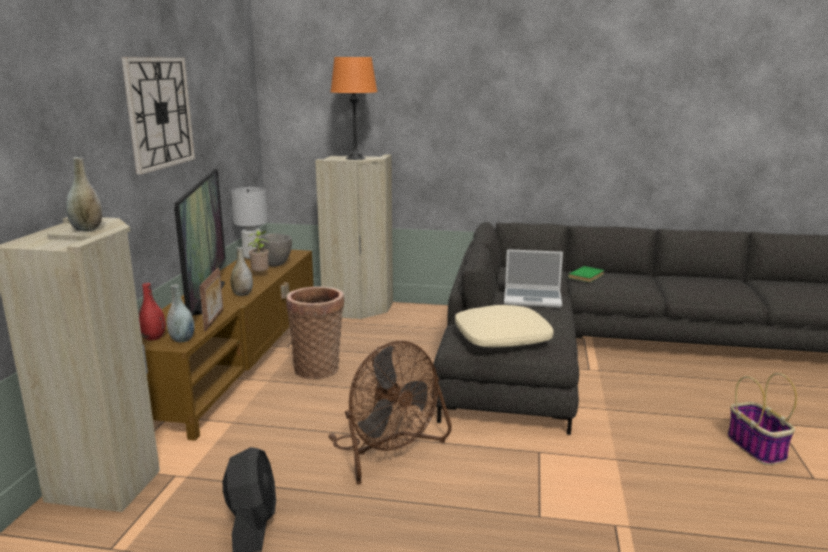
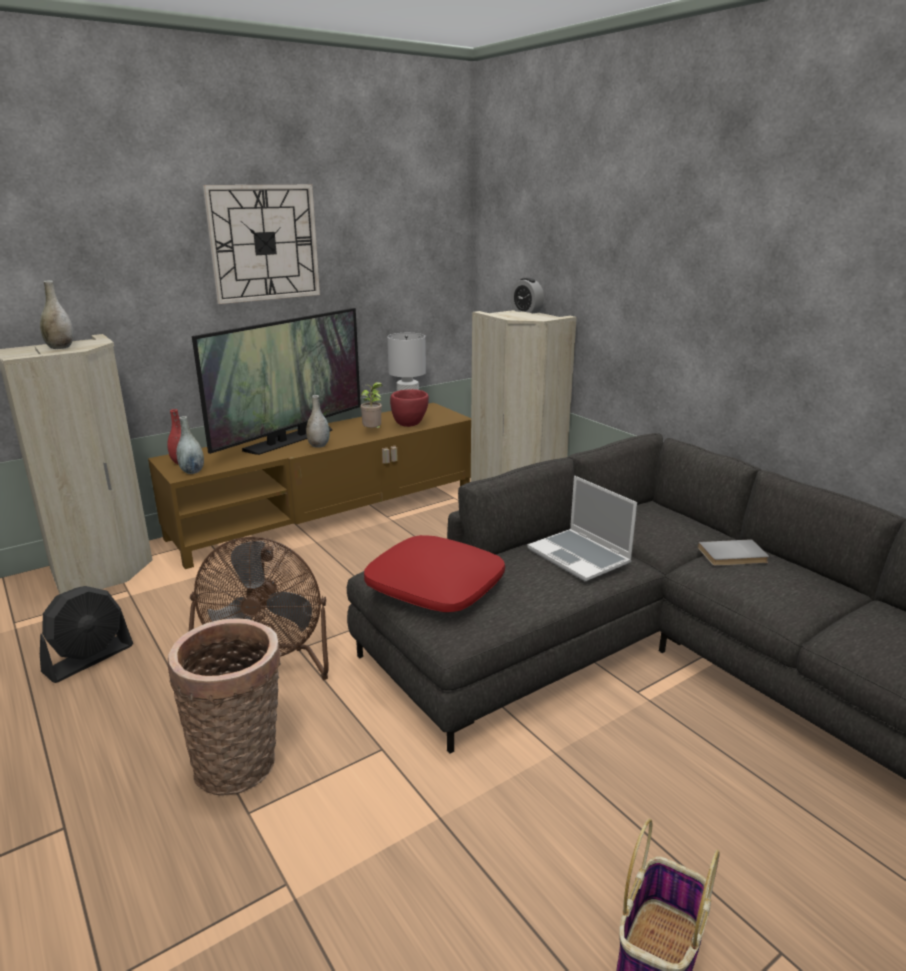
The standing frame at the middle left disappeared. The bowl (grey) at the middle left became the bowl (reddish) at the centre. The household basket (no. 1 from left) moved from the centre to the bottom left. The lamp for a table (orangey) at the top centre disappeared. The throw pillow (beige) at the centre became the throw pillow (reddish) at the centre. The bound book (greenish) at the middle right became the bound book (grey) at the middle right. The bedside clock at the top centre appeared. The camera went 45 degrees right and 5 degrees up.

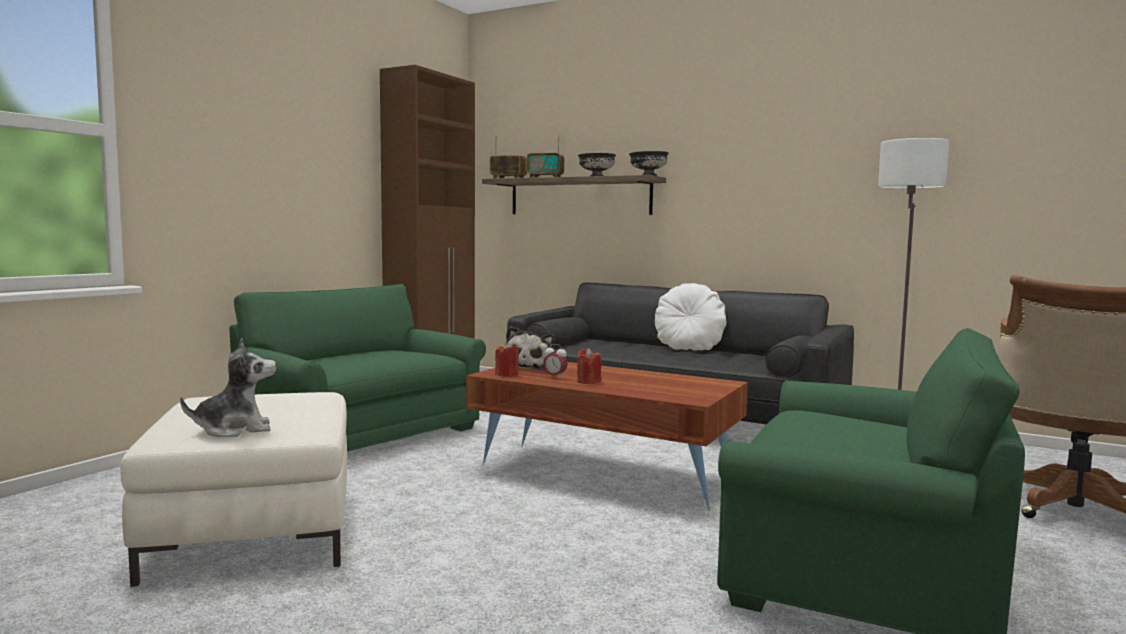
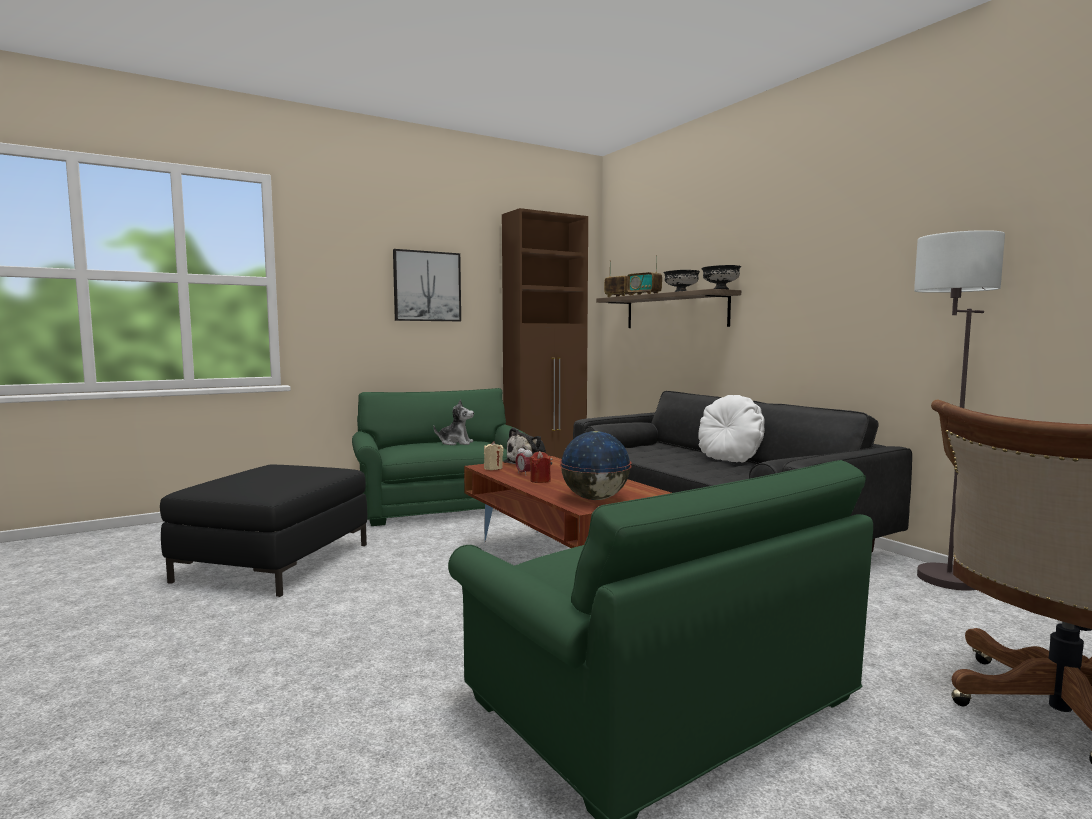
The footrest (white-coloured) at the bottom left became the footrest (blackish) at the middle left. The soft toy (no. 1 from left) moved from the middle left to the centre. The candle (reddish) (no. 1 from left) at the centre became the candle (beige) at the centre. The wall art at the centre appeared. The world globe at the centre appeared. The camera went 30 degrees right and 0 degrees up.

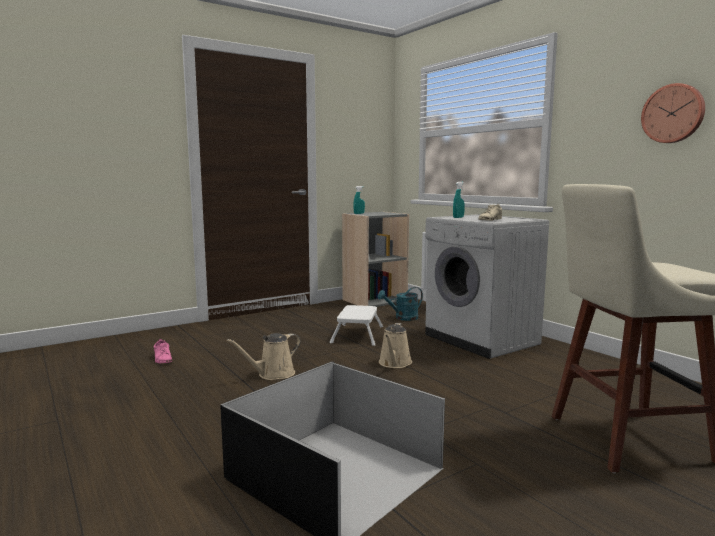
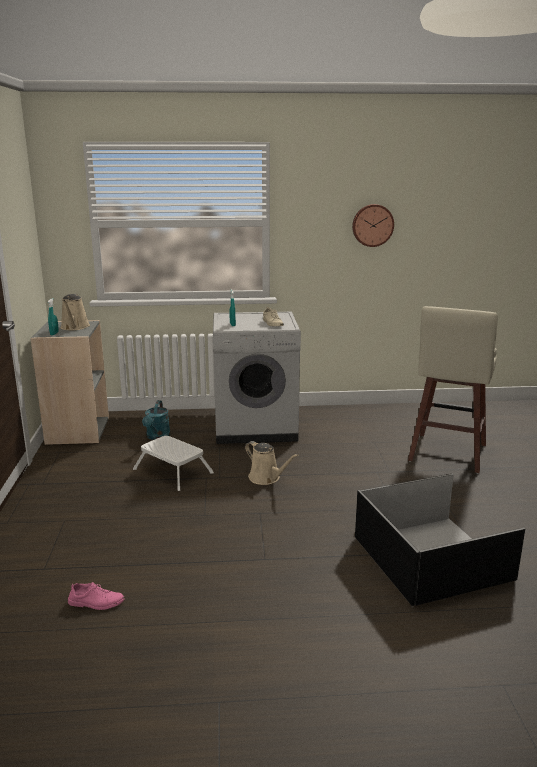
The watering pot (beige) (no. 1 from left) moved from the centre to the middle left. The camera went 60 degrees left and 10 degrees up.

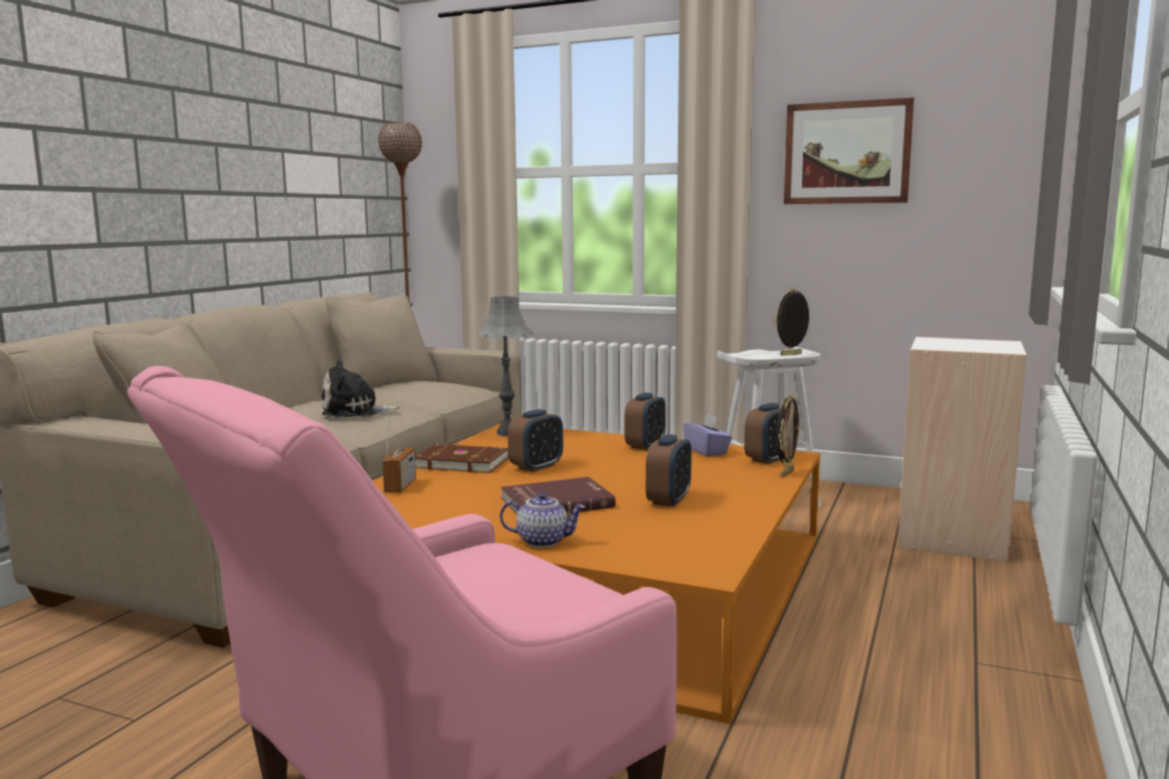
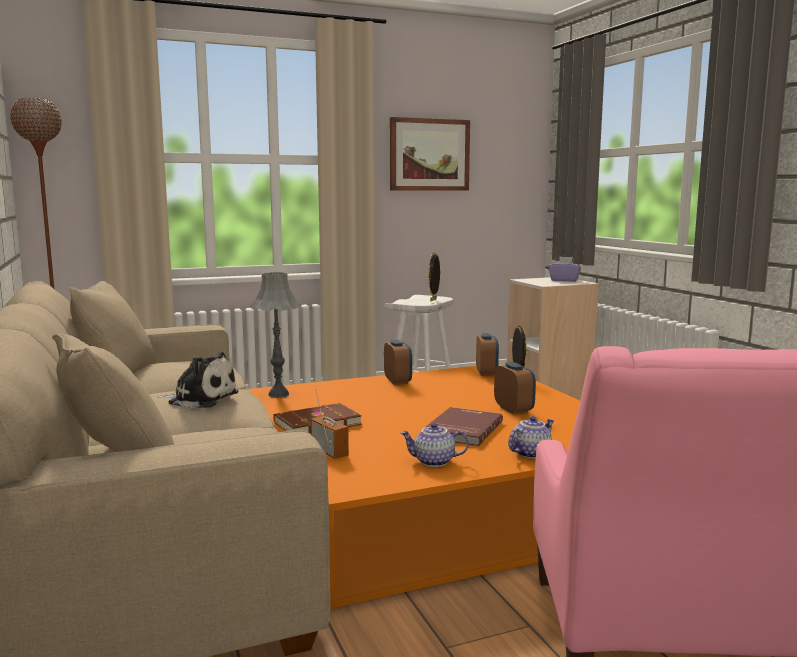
The soft toy at the middle left turned 105 degrees counterclockwise. The bedside clock (no. 1 from left) at the centre disappeared. The tissue box (purple-coloured) moved from the centre to the middle right. The tea pot (no. 1 from left) at the bottom centre appeared. The camera went 45 degrees left and 0 degrees up.

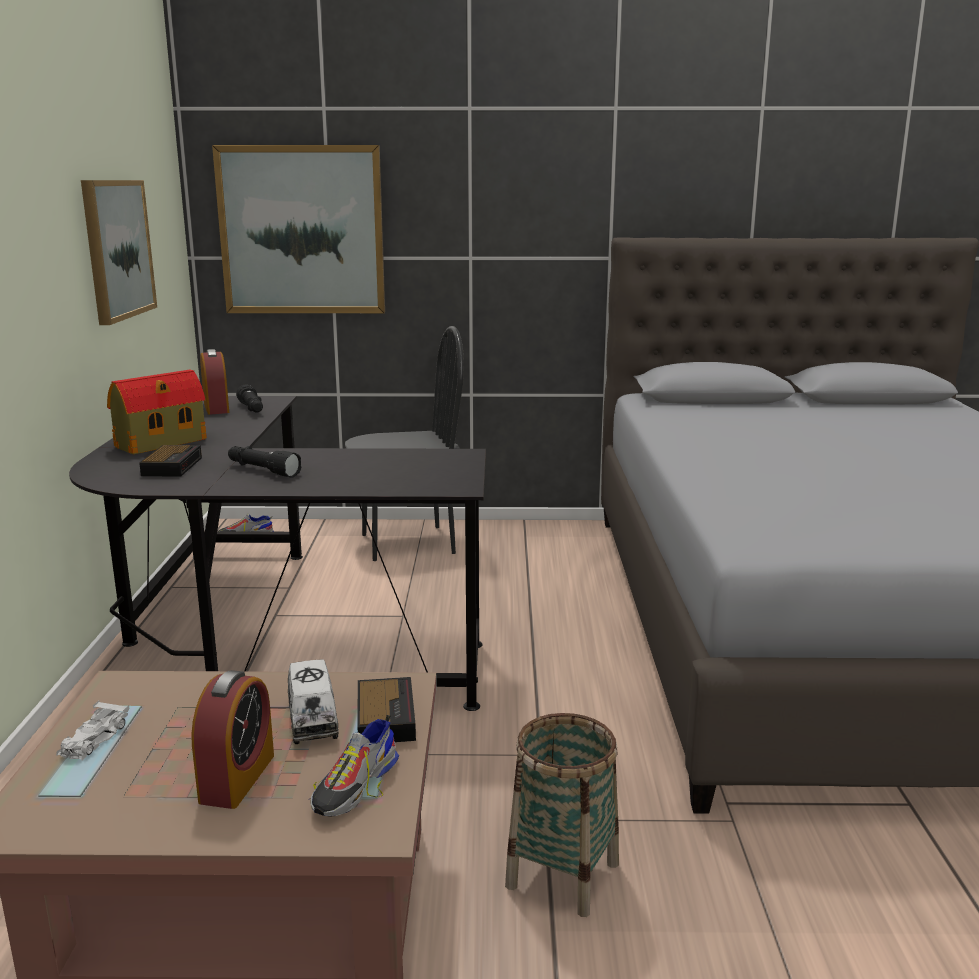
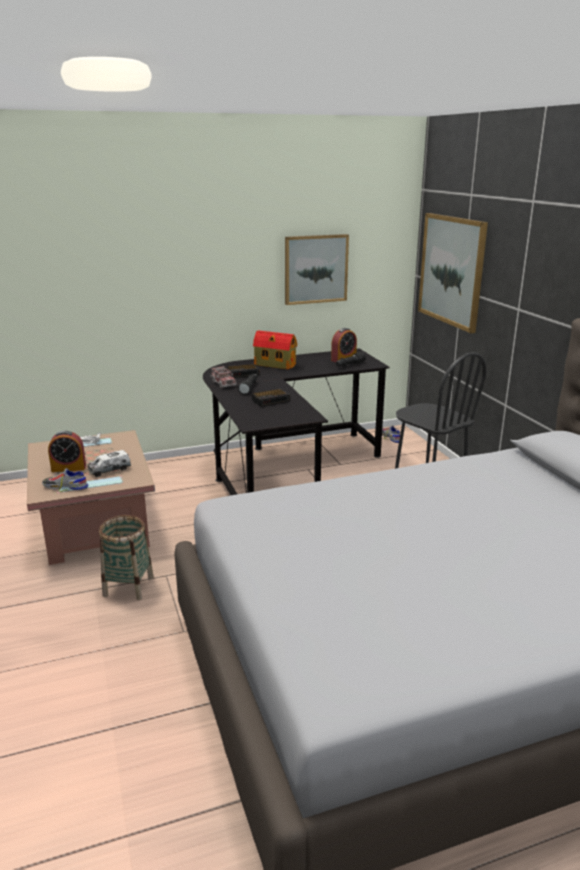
The bedside clock (no. 4 from left in the first image) moved from the bottom centre to the centre. The model truck (no. 2 from left) at the centre appeared. The camera went 70 degrees right and 5 degrees up.

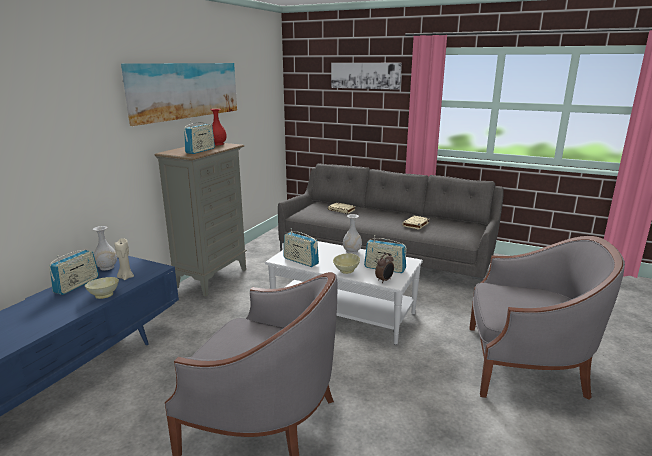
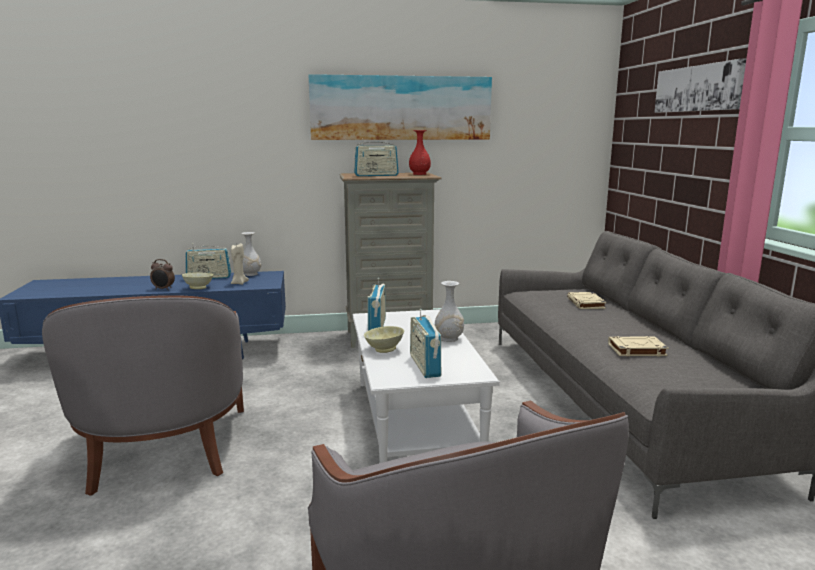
The bedside clock moved from the centre to the middle left. The camera went 55 degrees right and 5 degrees down.

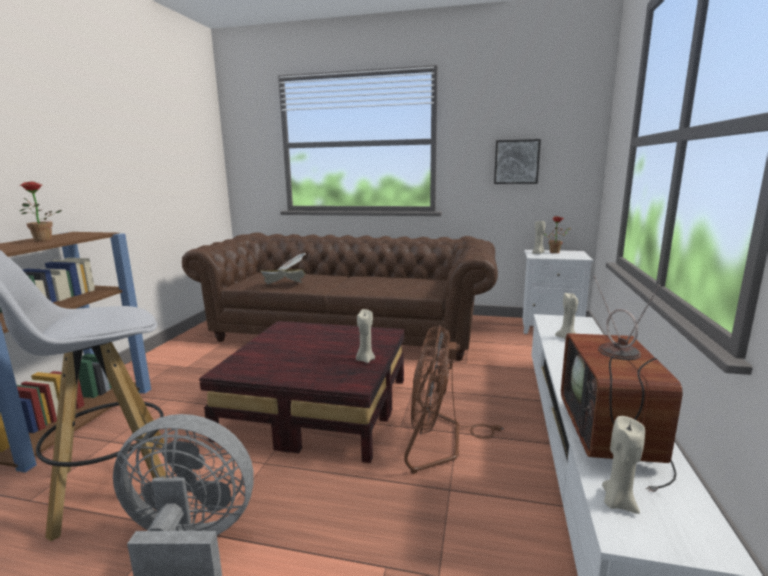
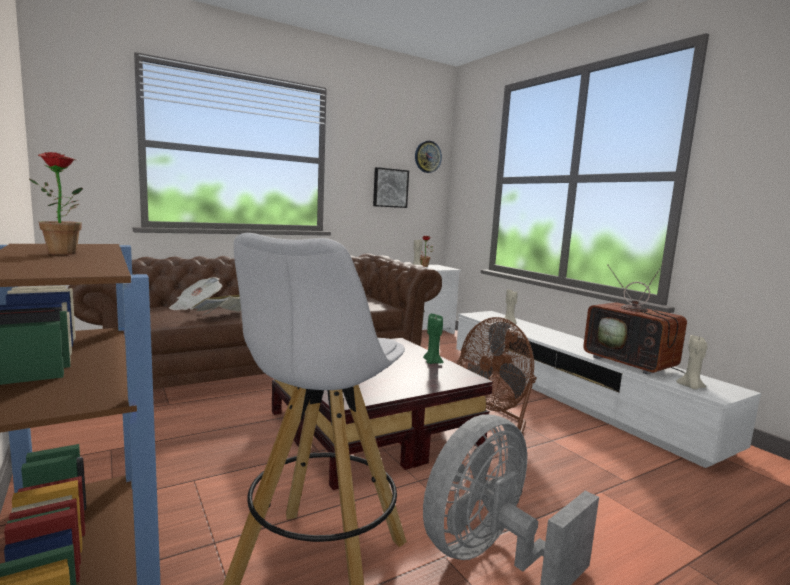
The candle (beige) (no. 1 from left) at the centre became the candle (greenish) at the centre. The hanging clock at the top centre appeared. The camera went 45 degrees left and 5 degrees down.

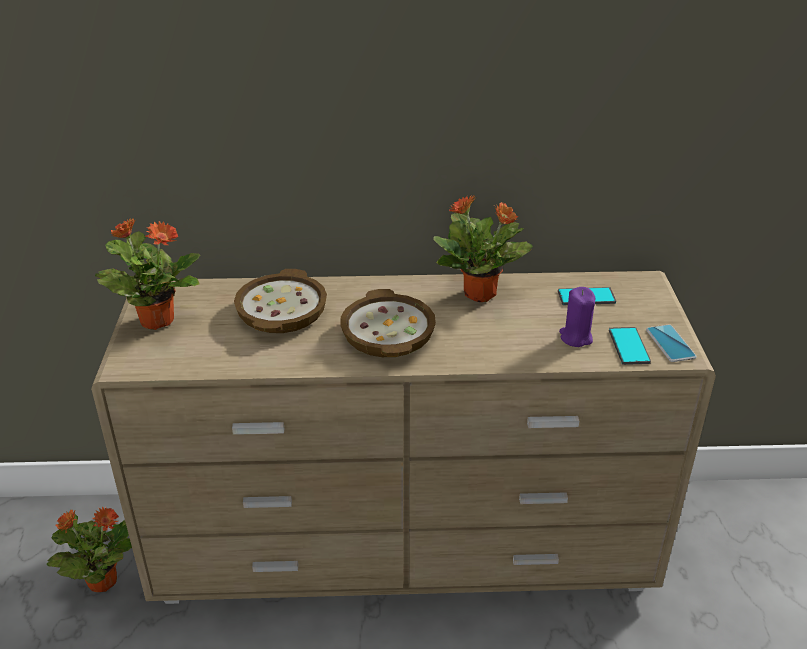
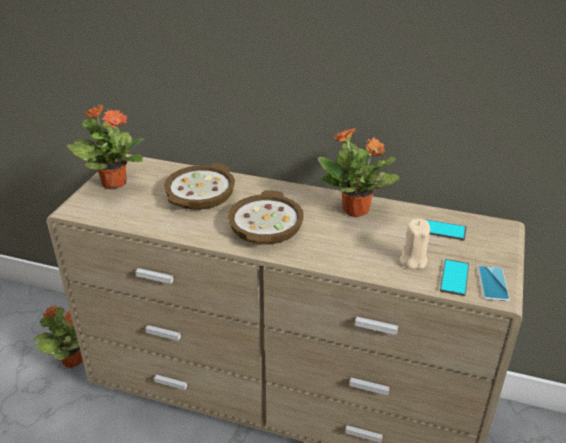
The candle (purple-coloured) at the middle right became the candle (beige) at the middle right. The camera went 20 degrees right and 0 degrees up.

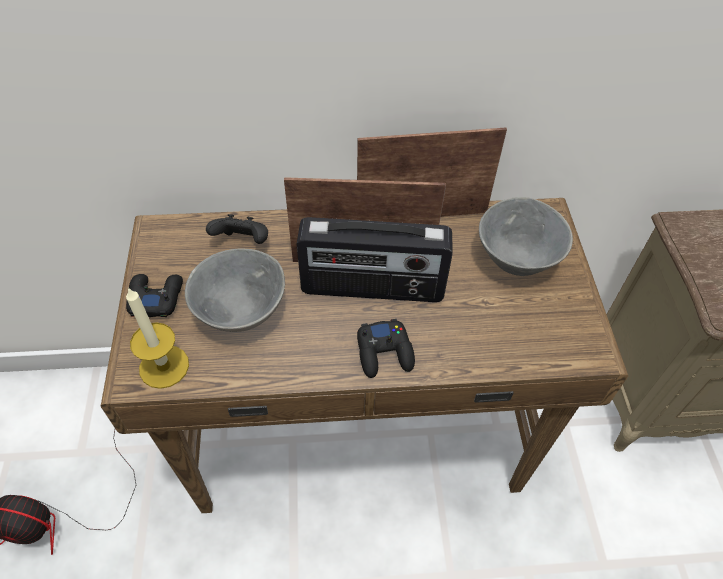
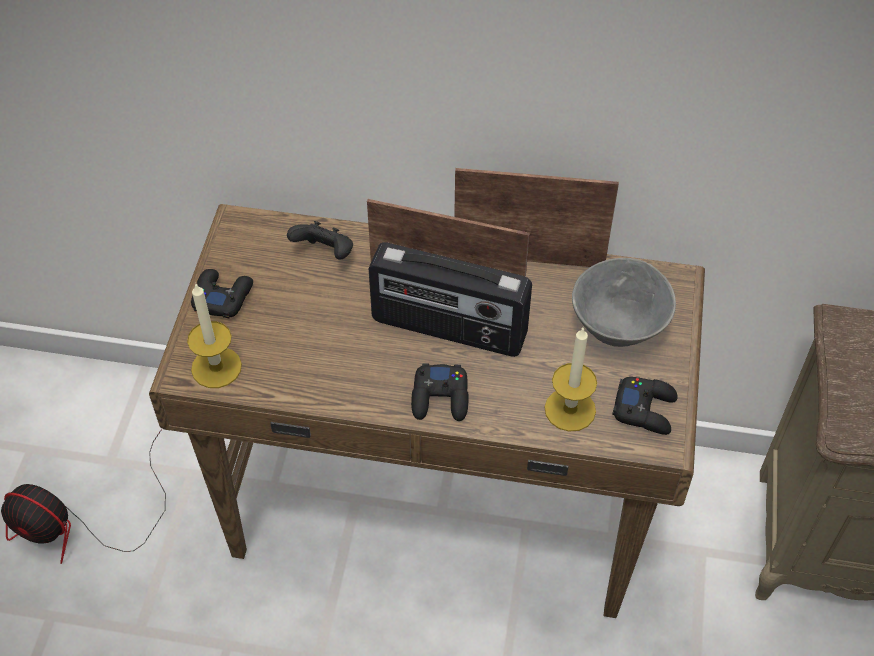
The bowl (grey) (no. 1 from left) at the middle left disappeared. The candle (no. 2 from left) at the centre appeared. The game controller (blackish) (no. 4 from left) at the middle right appeared. The camera went 15 degrees right and 0 degrees up.

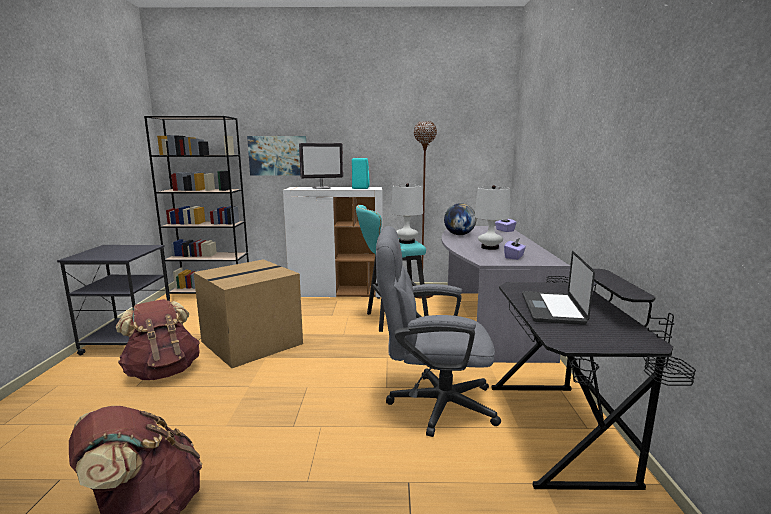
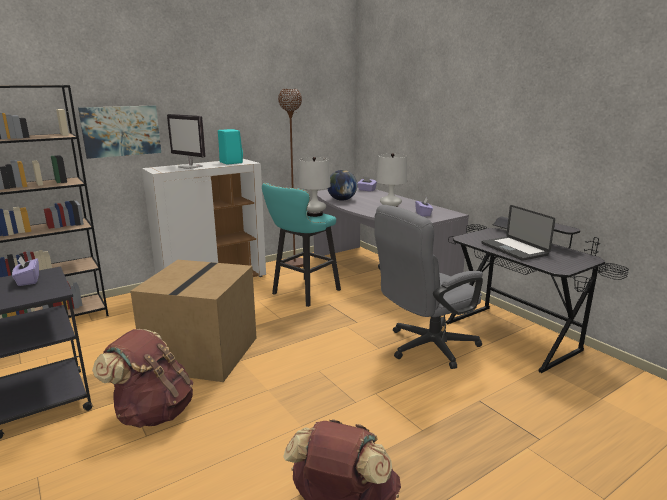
The monitor at the top centre turned 90 degrees clockwise. The tissue box (purple-coloured) (no. 1 from left) at the middle left appeared. The camera went 35 degrees left and 5 degrees up.

